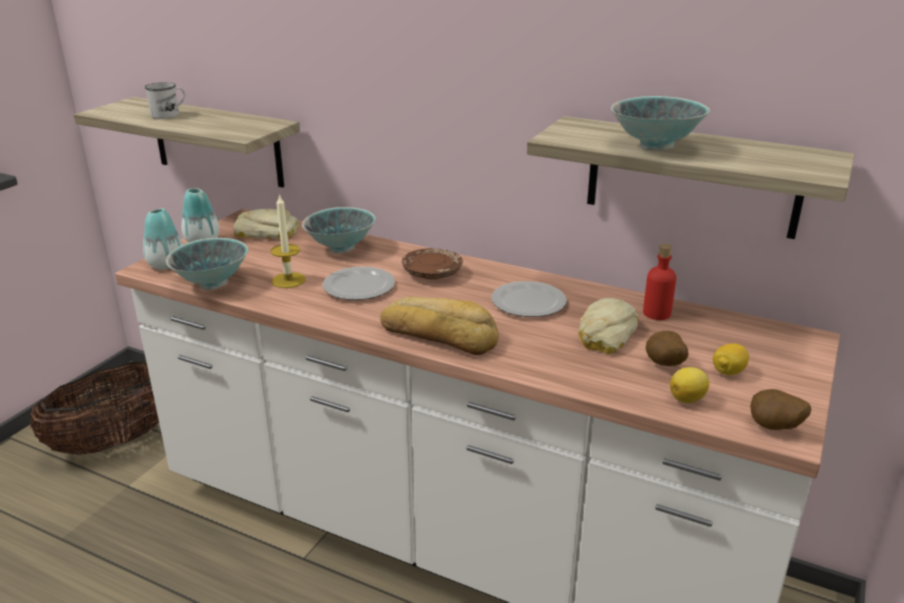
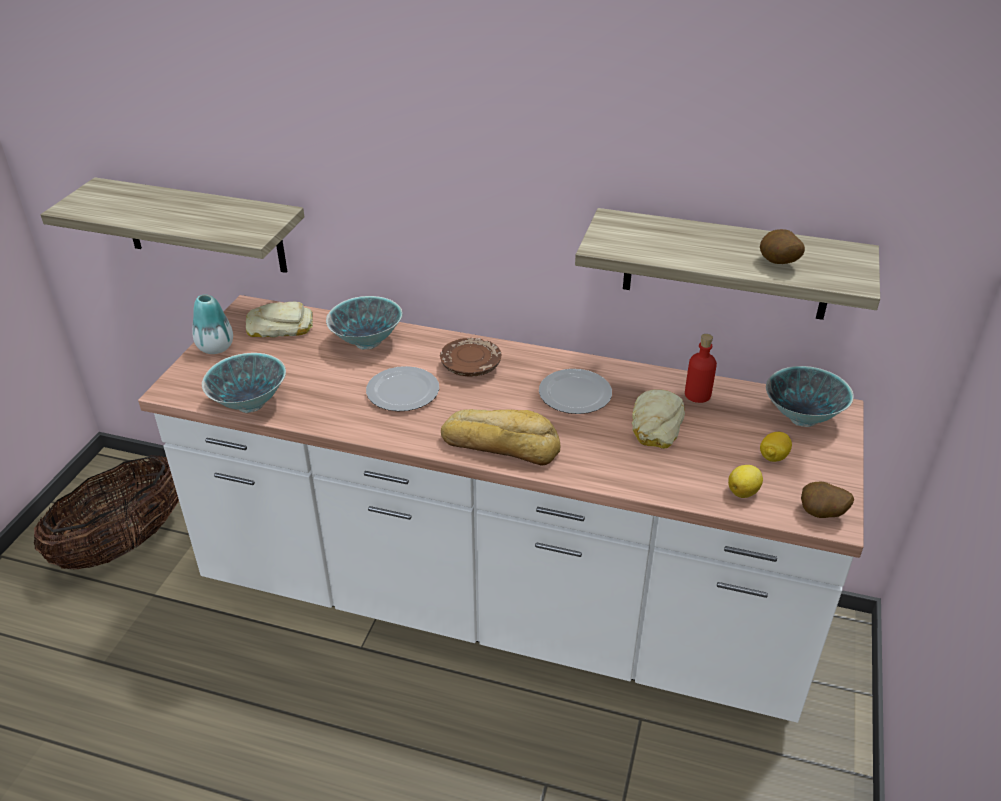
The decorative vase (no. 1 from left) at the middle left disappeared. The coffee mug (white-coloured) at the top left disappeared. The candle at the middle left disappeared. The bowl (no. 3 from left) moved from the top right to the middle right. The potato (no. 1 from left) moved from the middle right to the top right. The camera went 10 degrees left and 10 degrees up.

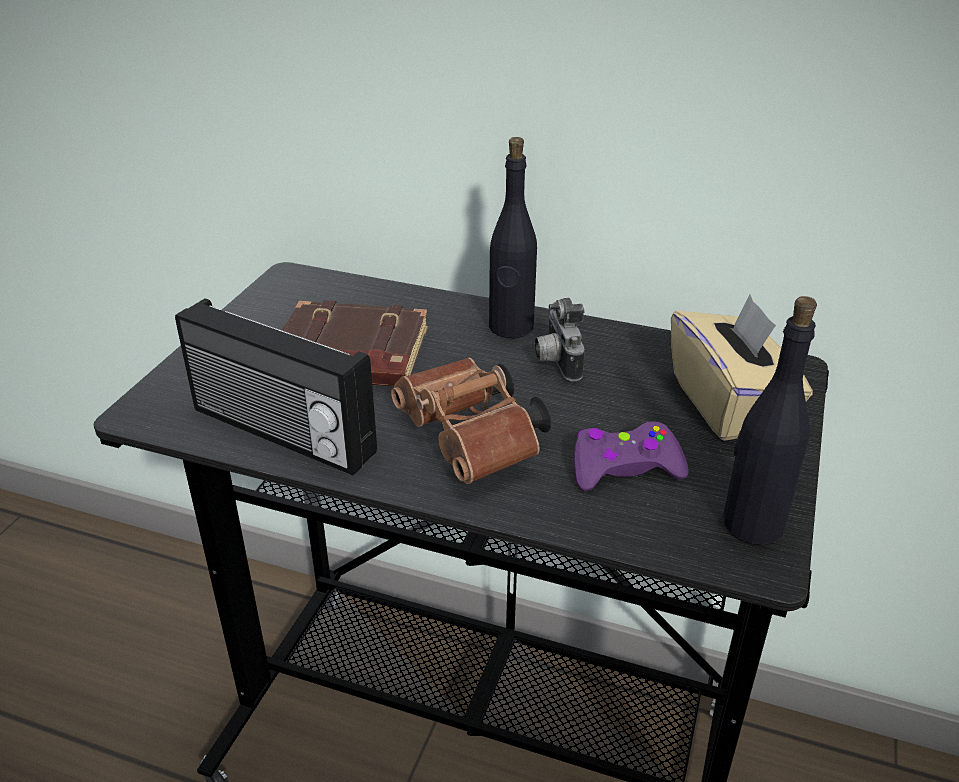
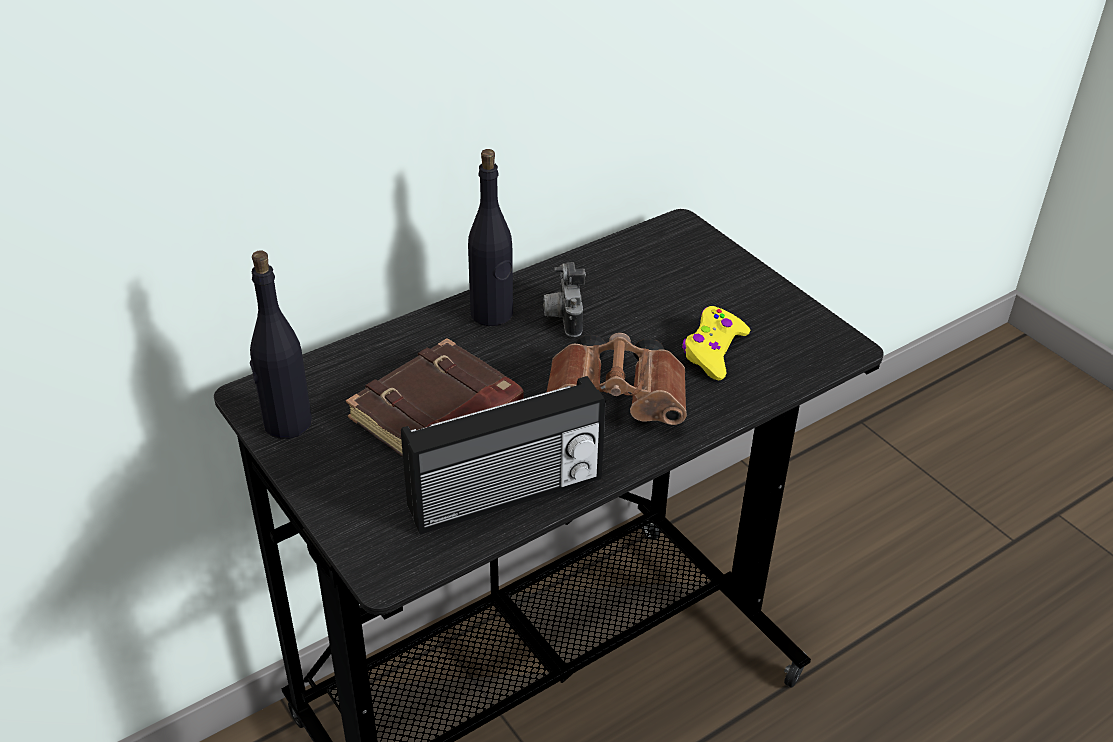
The photo camera at the centre turned 60 degrees clockwise. The game controller (purple-coloured) at the centre became the game controller (yellow-coloured) at the centre. The tissue box (beige) at the middle right disappeared. The drink bottle (blackish) (no. 2 from left in the first image) moved from the middle right to the middle left. The camera went 55 degrees left and 5 degrees up.

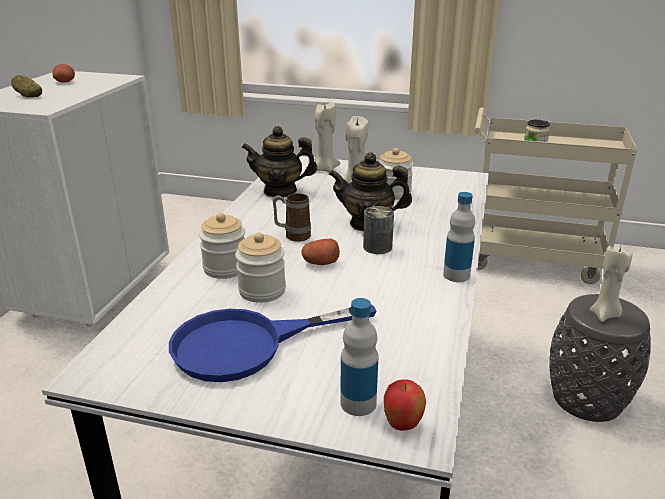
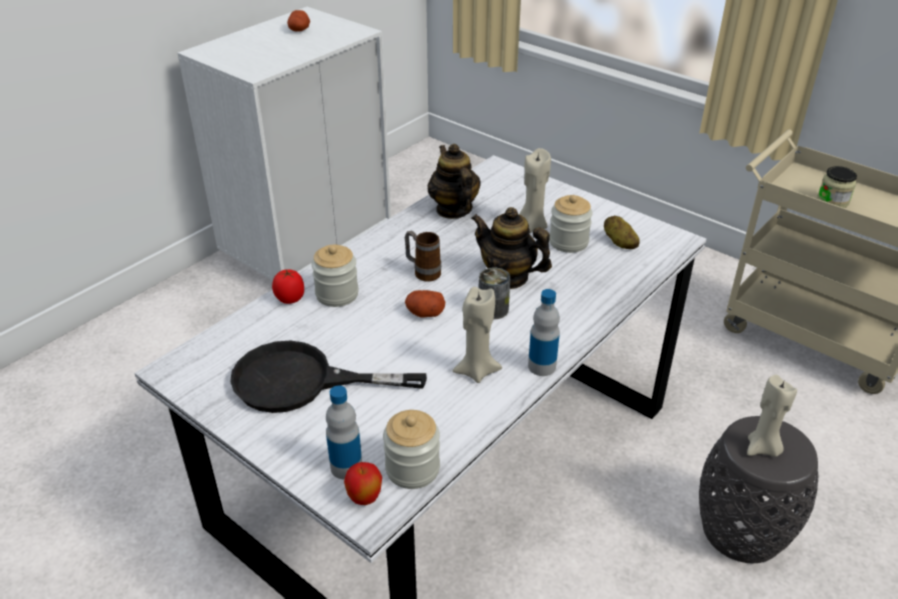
The potato (no. 1 from left in the first image) moved from the top left to the middle right. The skillet (bluish) at the bottom centre became the skillet (blackish) at the centre. The storage jar (no. 2 from left) moved from the centre to the bottom centre. The tea pot (no. 1 from left) at the top centre turned 45 degrees clockwise. The candle (beige) (no. 1 from left) moved from the top centre to the centre. The whole tomato at the middle left appeared. The camera went 25 degrees right and 10 degrees up.

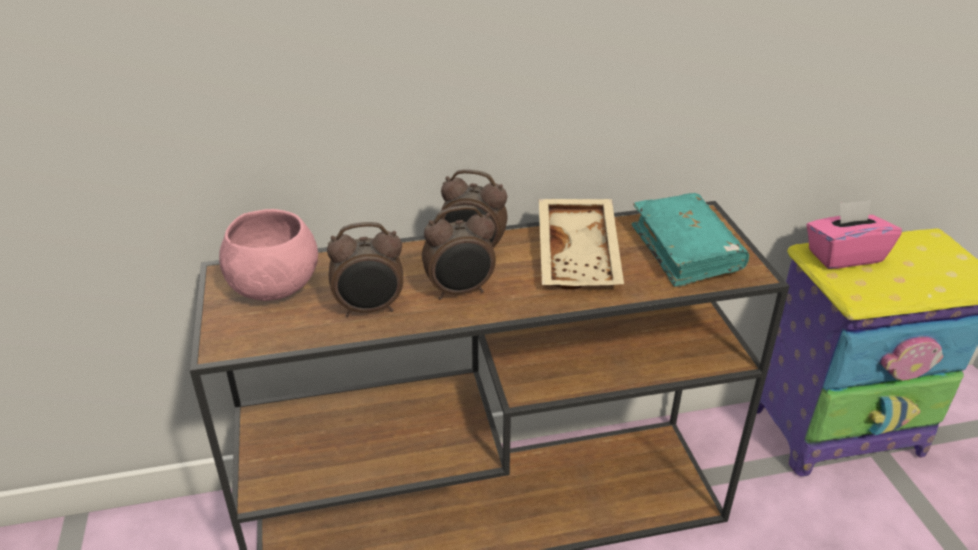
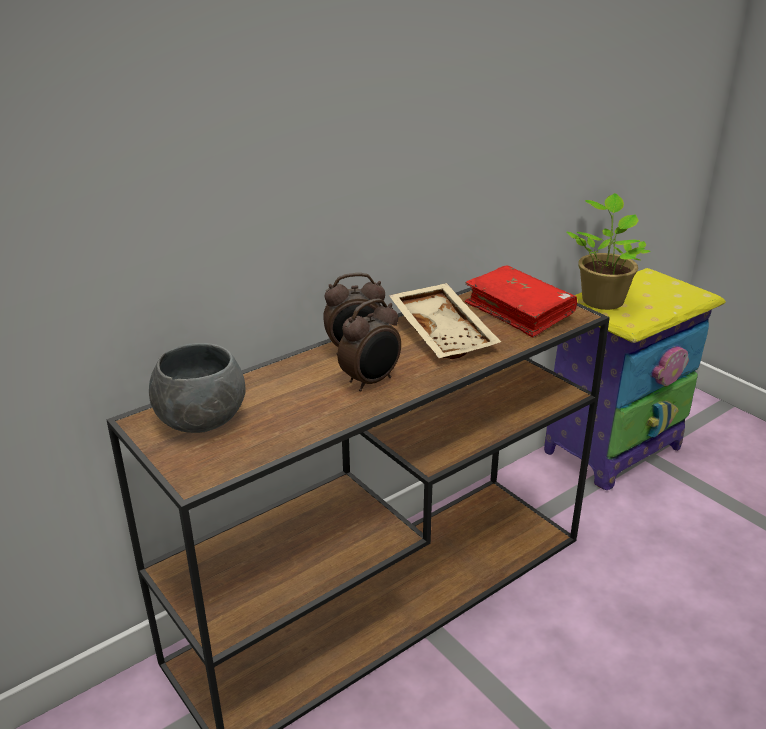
The bowl (pinkish) at the middle left became the bowl (grey) at the middle left. The bedside clock (no. 1 from left) at the centre disappeared. The bound book (blue-green) at the middle right became the bound book (reddish) at the middle right. The tissue box (pinkish) at the middle right was replaced by the potted plant at the middle right. The camera went 25 degrees left and 5 degrees down.

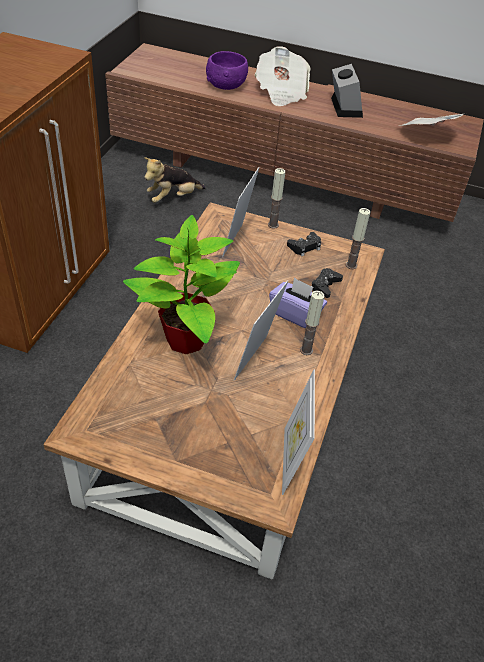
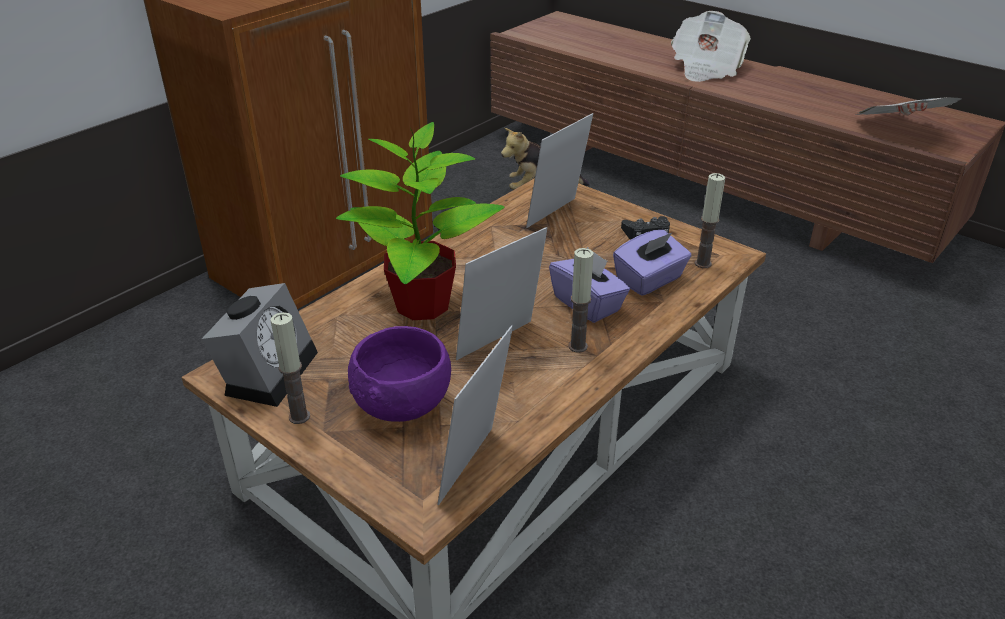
The bowl (purple-coloured) moved from the top centre to the centre. The candle (no. 1 from left) moved from the top centre to the middle left. The game controller (blackish) (no. 2 from left) at the middle right was replaced by the tissue box (purple-coloured) (no. 2 from left) at the centre. The bedside clock moved from the top right to the middle left. The camera went 25 degrees right and 10 degrees down.

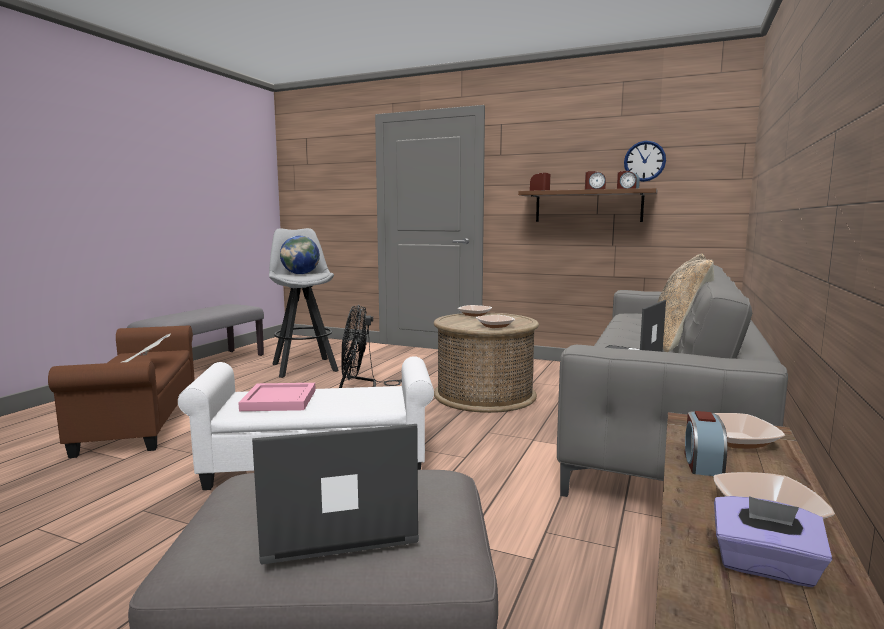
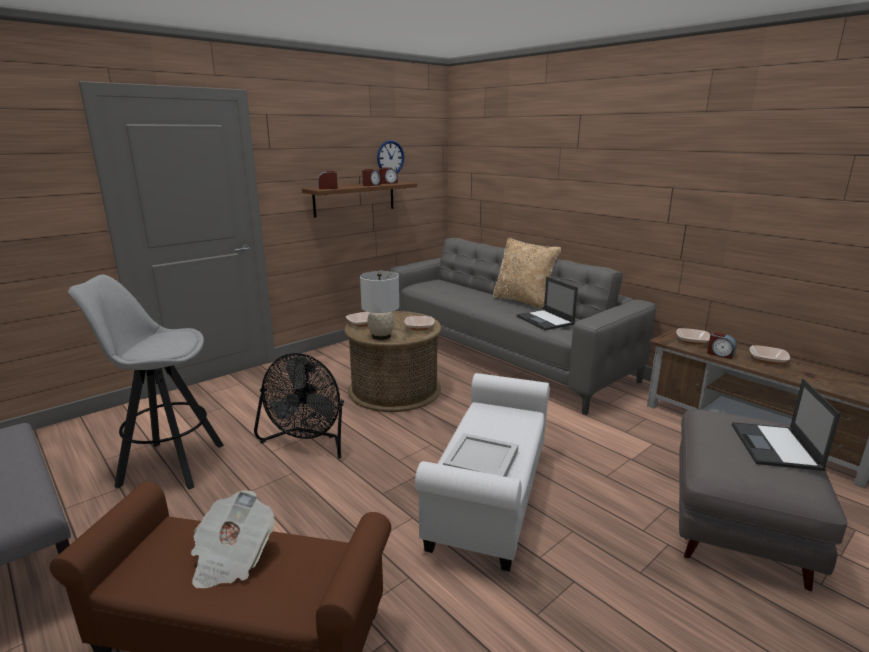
The serving tray (pinkish) at the middle left became the serving tray (white-coloured) at the bottom centre. The world globe at the centre disappeared. The tissue box (purple-coloured) at the bottom right disappeared. The lamp for a table (white-coloured) at the centre appeared. The camera went 65 degrees left and 10 degrees up.

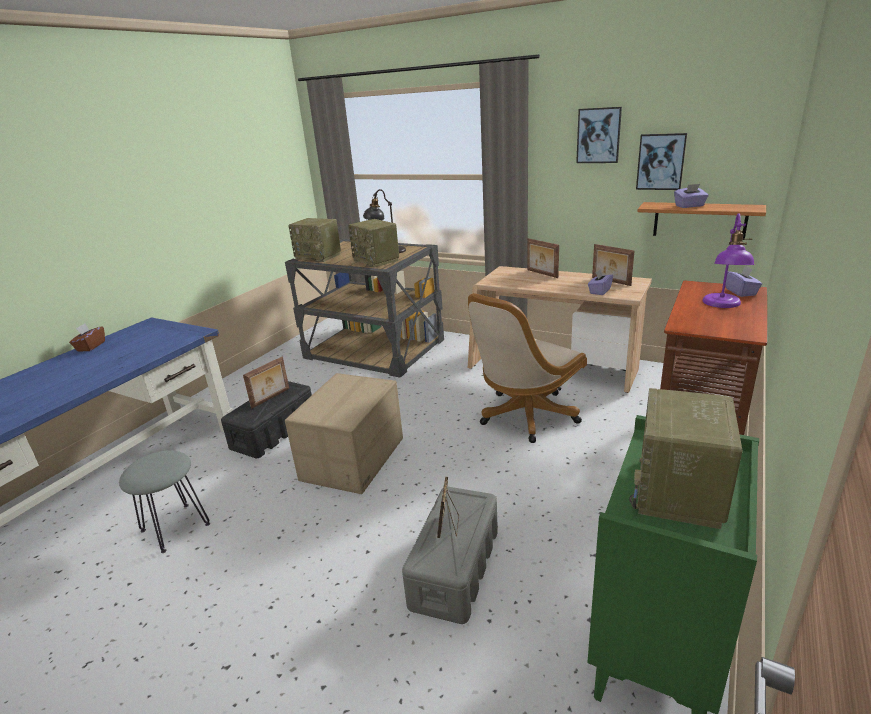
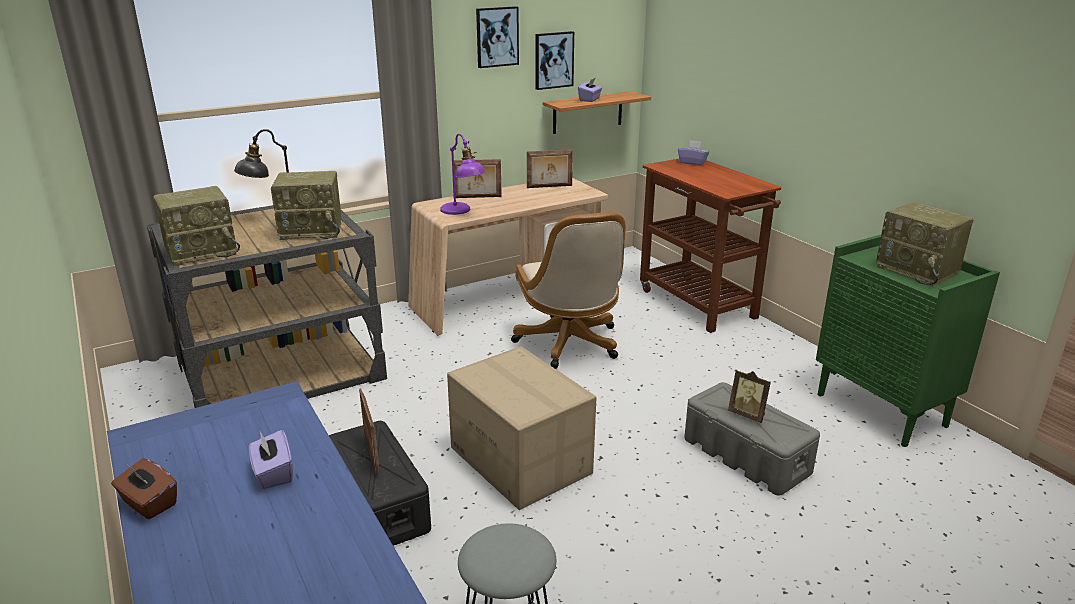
The tissue box (purple-coloured) (no. 1 from left) moved from the middle right to the bottom left. The lamp for a table (purple-coloured) moved from the middle right to the top centre. The camera went 60 degrees left and 0 degrees up.

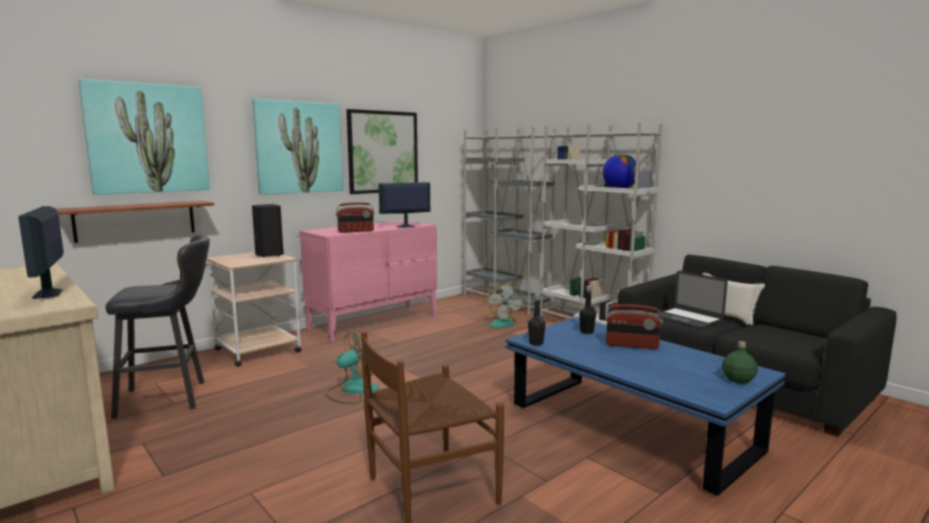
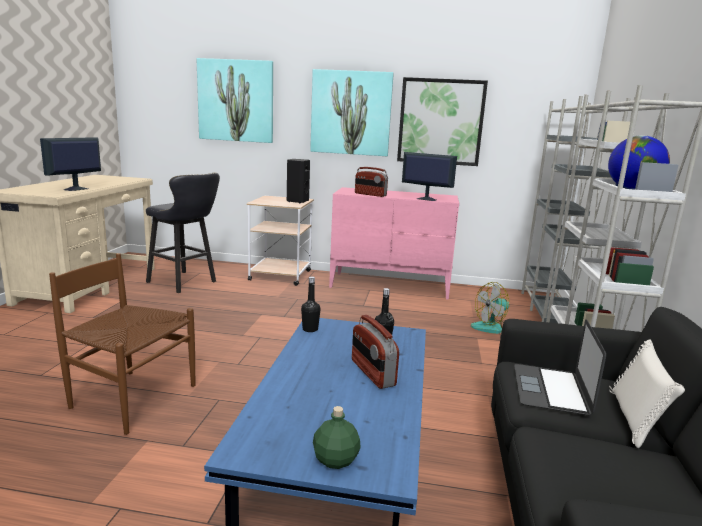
The wall shelf at the middle left disappeared. The electric fan (no. 1 from left) at the bottom centre disappeared. The camera went 50 degrees right and 5 degrees up.

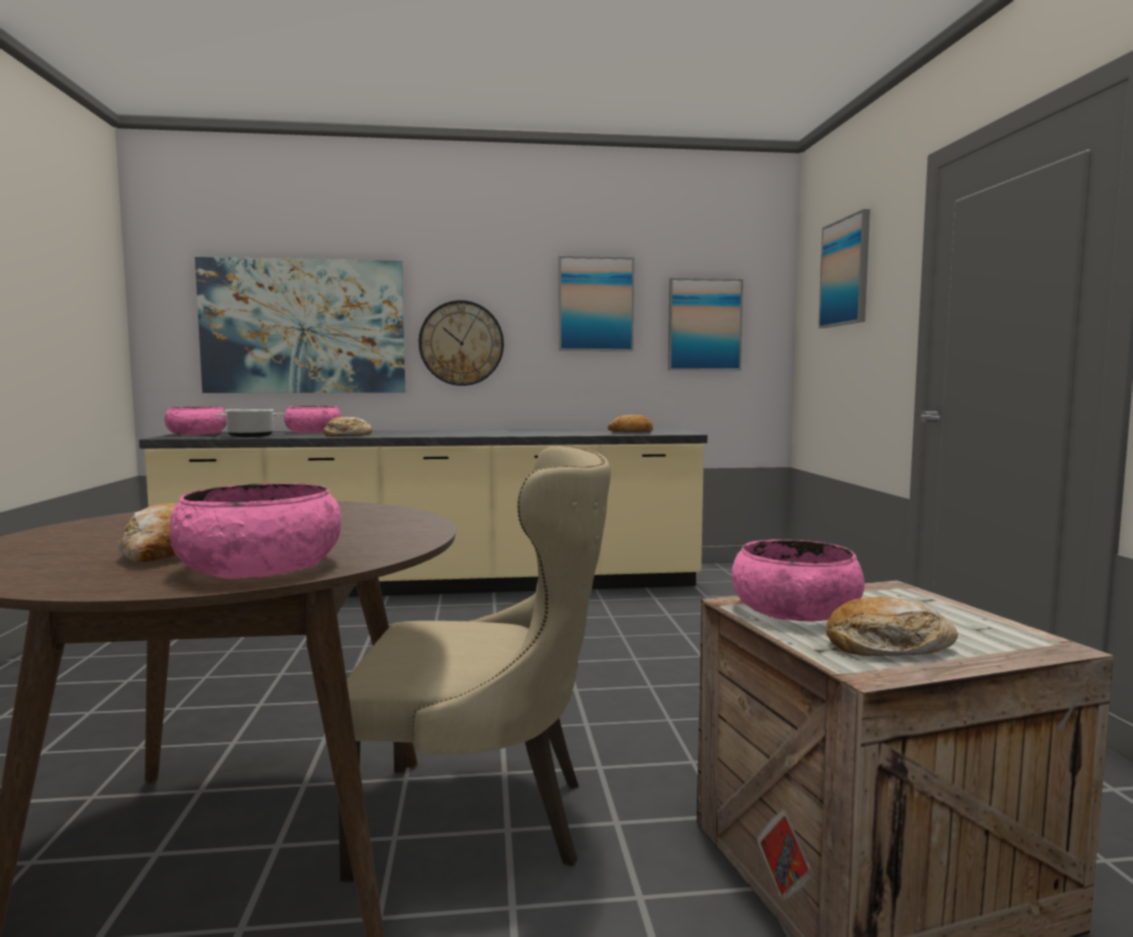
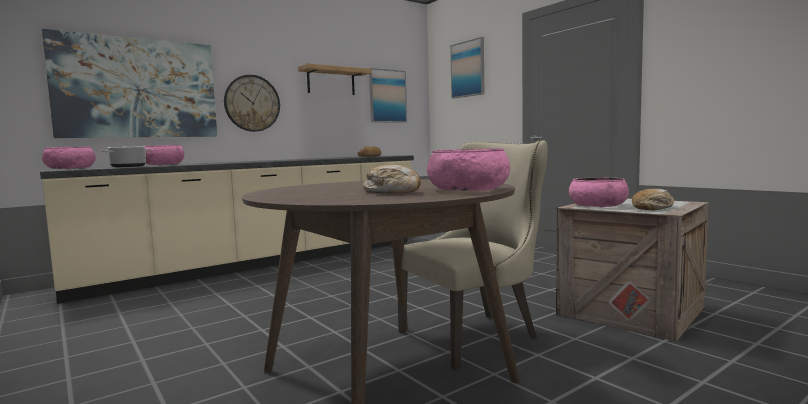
The bread (no. 2 from left) at the middle left disappeared. The wall art (no. 2 from left) at the top centre was replaced by the wall shelf at the top centre. The camera went 30 degrees left and 0 degrees up.

